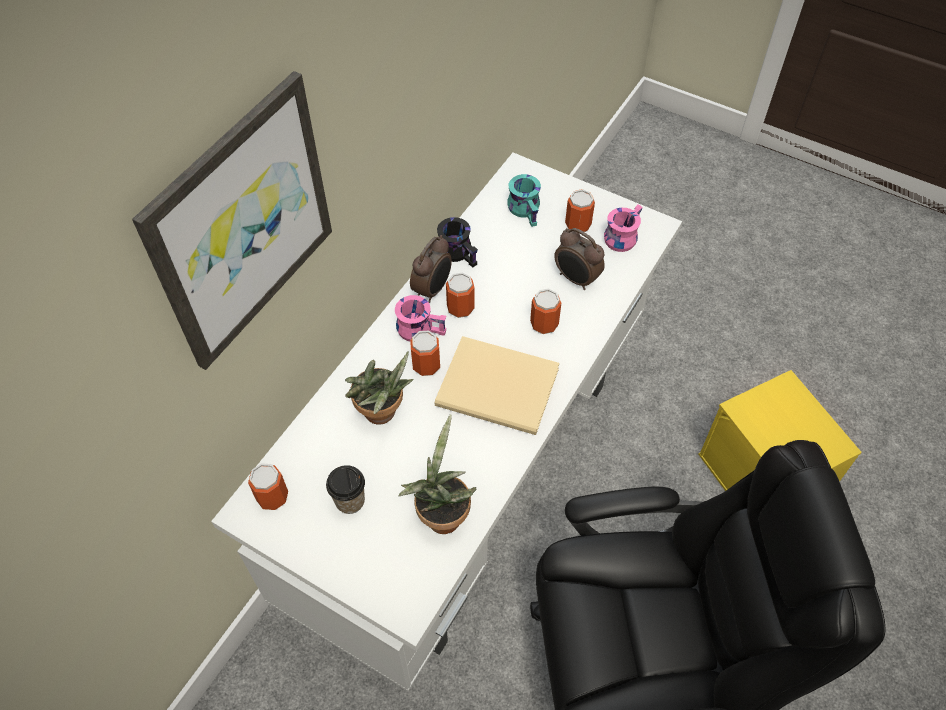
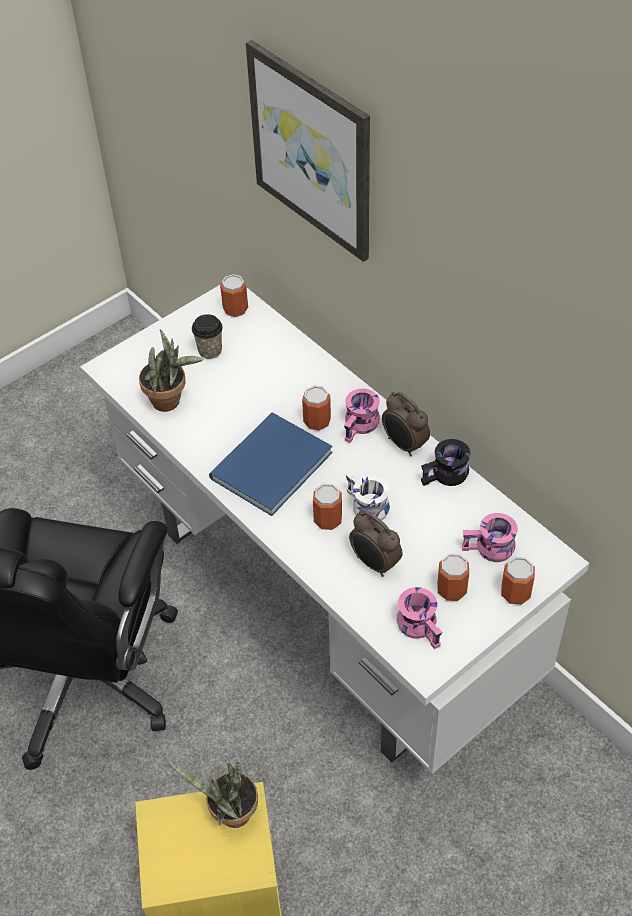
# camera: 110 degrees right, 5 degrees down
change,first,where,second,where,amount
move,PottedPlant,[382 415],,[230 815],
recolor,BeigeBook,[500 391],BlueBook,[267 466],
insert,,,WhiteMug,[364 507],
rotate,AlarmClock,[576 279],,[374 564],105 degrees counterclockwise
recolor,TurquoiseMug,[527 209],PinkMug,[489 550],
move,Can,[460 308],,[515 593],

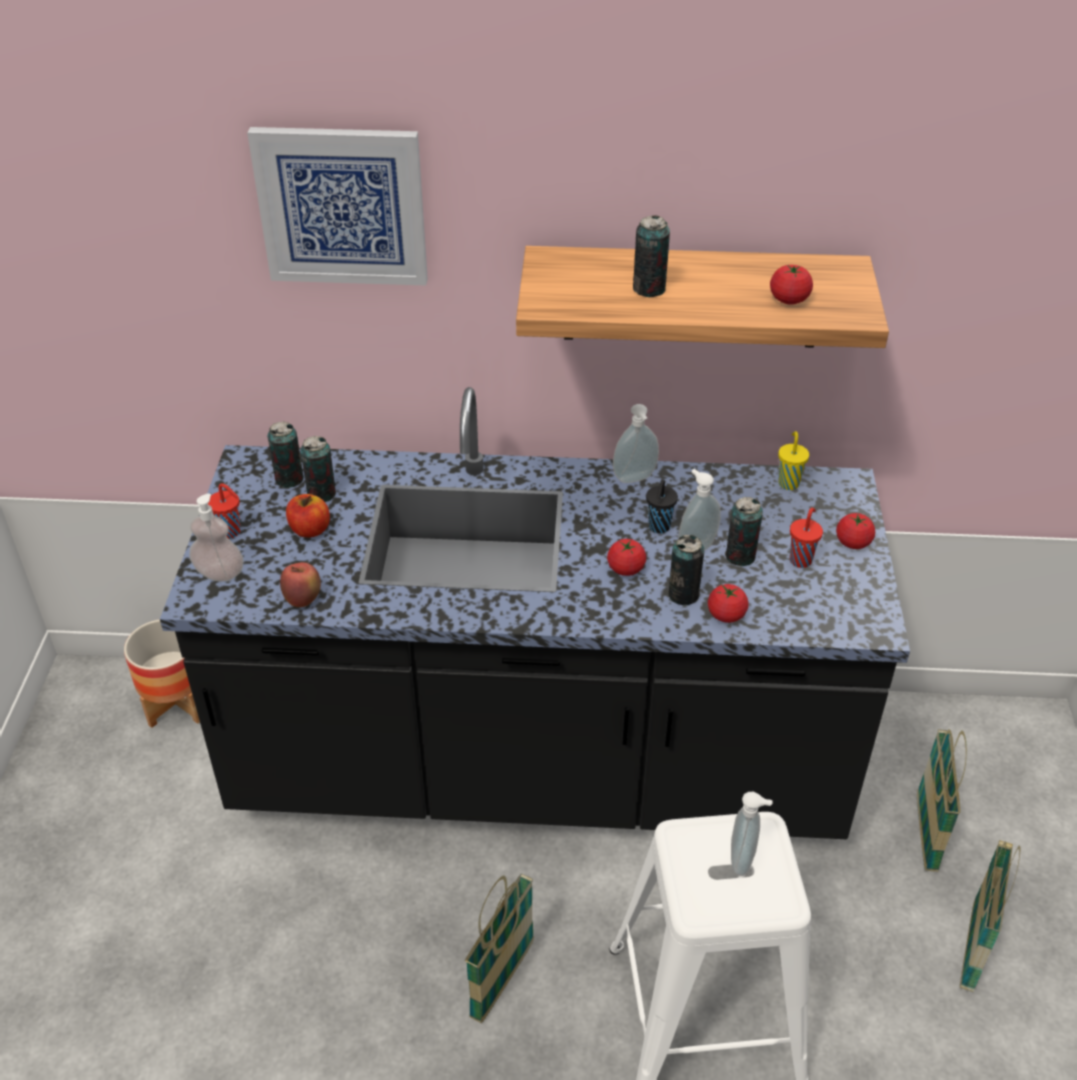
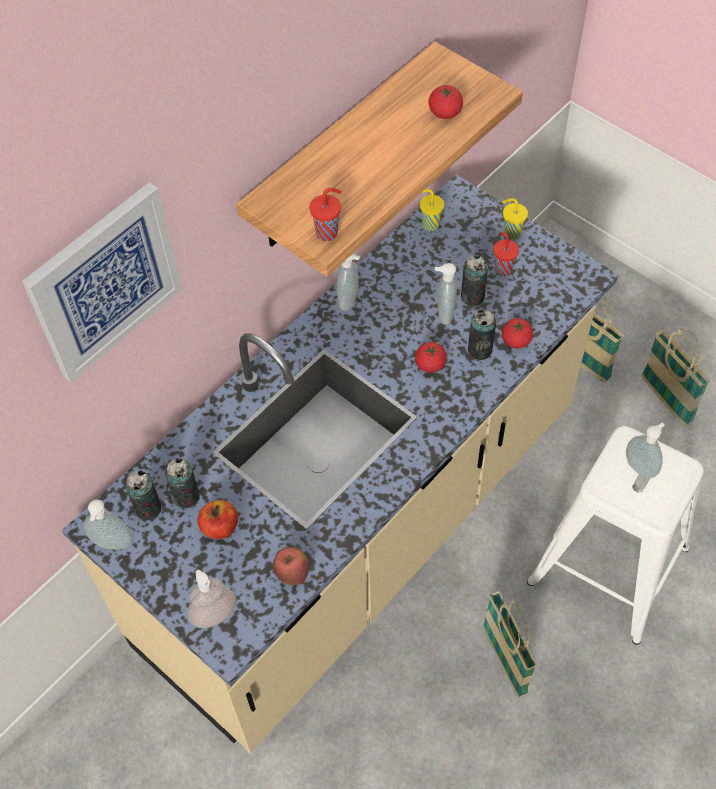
# camera: 50 degrees left, 15 degrees up
change,first,where,second,where,amount
recolor,BlackCounter,[538 768],BeigeCounter,[363 530],
insert,,,SoapDispenser,[112 545],
move,RedCup,[231 532],,[328 232],
replace,Tomato,[853 542],YellowCup,[511 233],
delete,Planter,[177 706],,,
delete,Can,[649 289],,,
delete,BlackCup,[658 527],,,

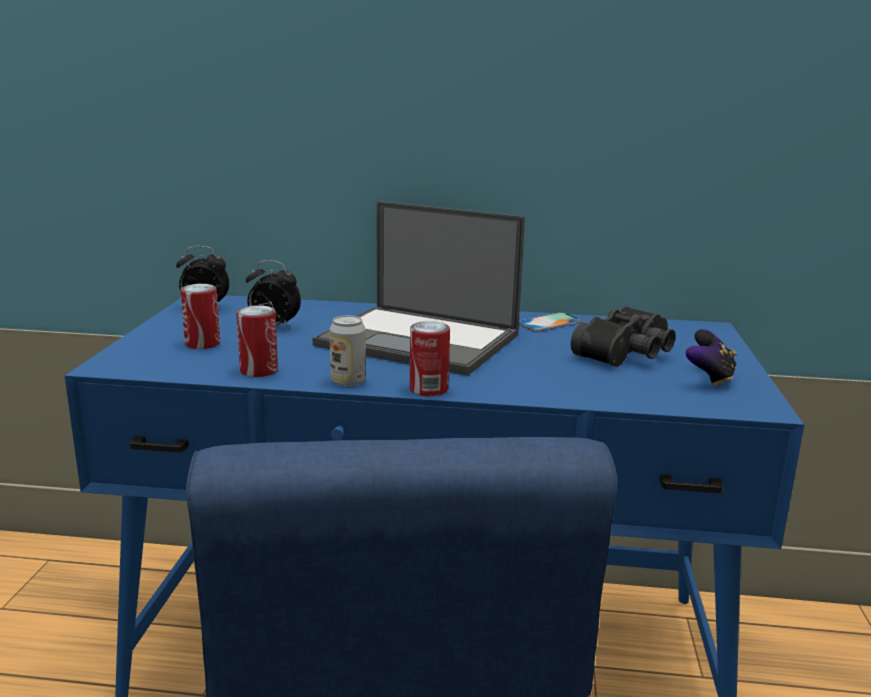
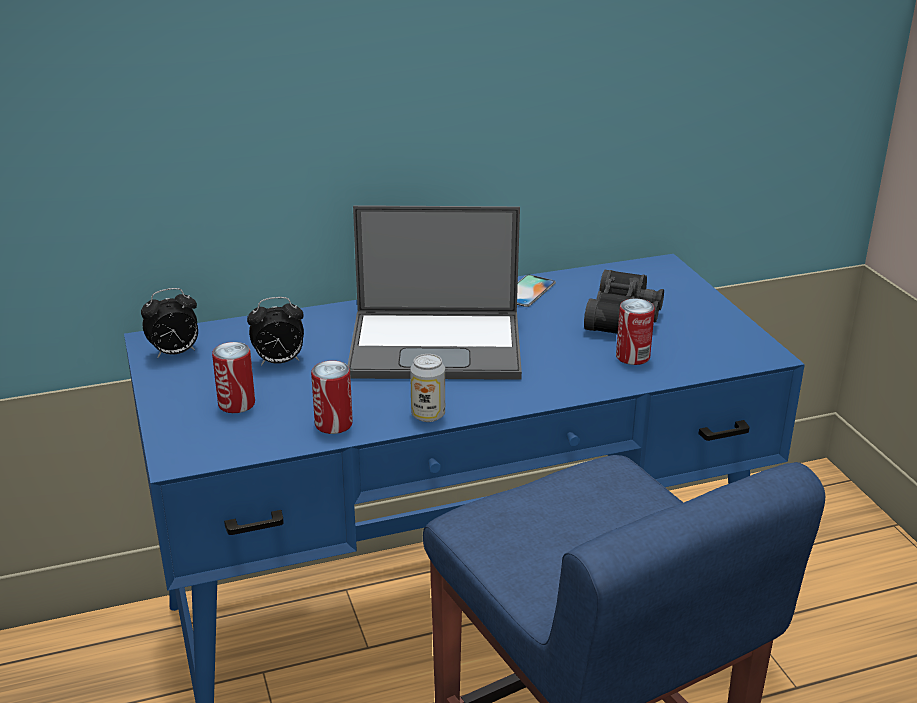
# camera: 25 degrees left, 10 degrees up
change,first,where,second,where,amount
move,Can,[428 389],,[632 357],
delete,GameController,[709 378],,,

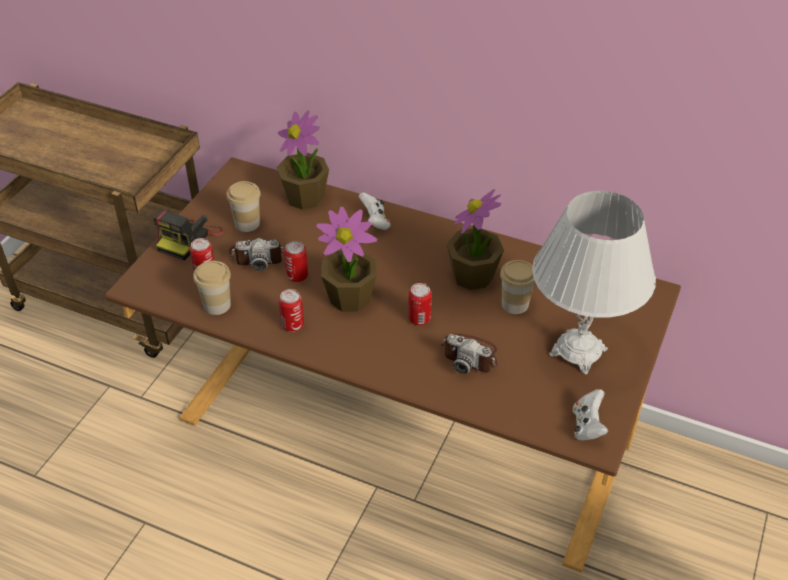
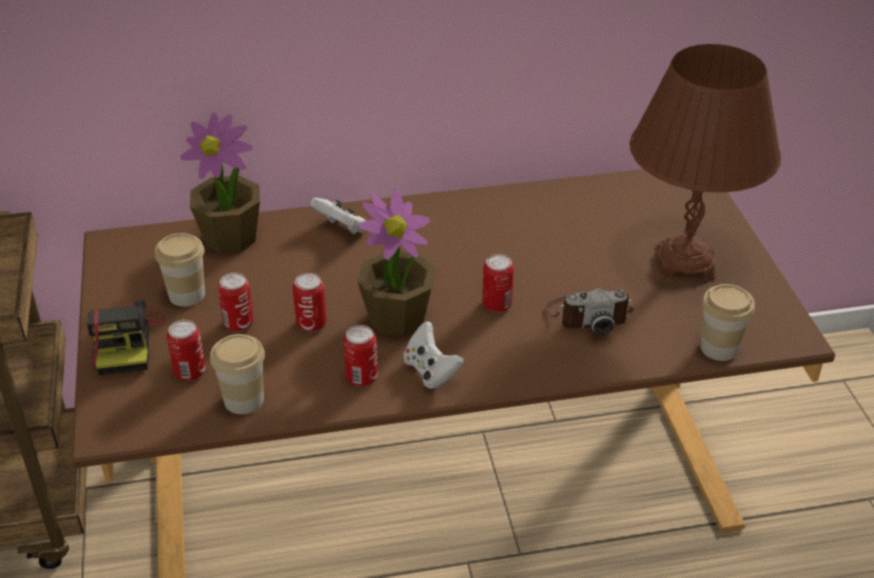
# camera: 35 degrees left, 5 degrees down
change,first,where,second,where,amount
replace,PhotoCamera,[258 256],Can,[238 323],
move,WhiteGameController,[587 426],,[430 371],
recolor,WhiteTableLamp,[578 352],BrownTableLamp,[685 262],
move,Cup,[515 304],,[719 348],
delete,PottedPlant,[473 276],,,

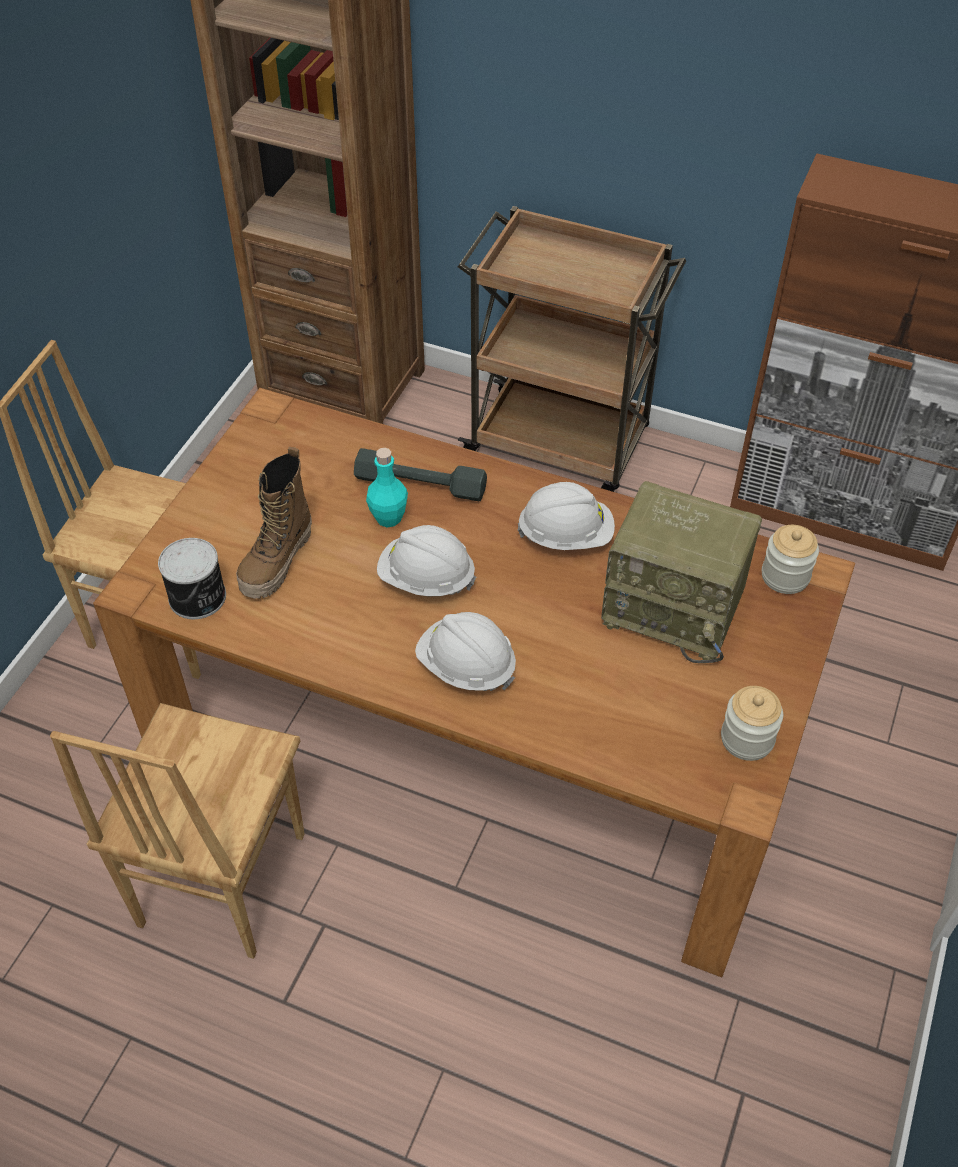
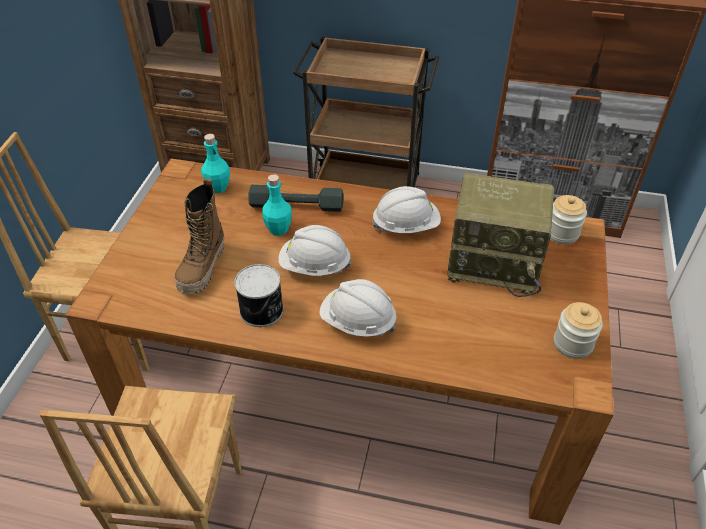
# camera: 10 degrees left, 5 degrees down
change,first,where,second,where,amount
insert,,,TurquoiseBottle,[218 187],
move,Can,[198 598],,[262 310],

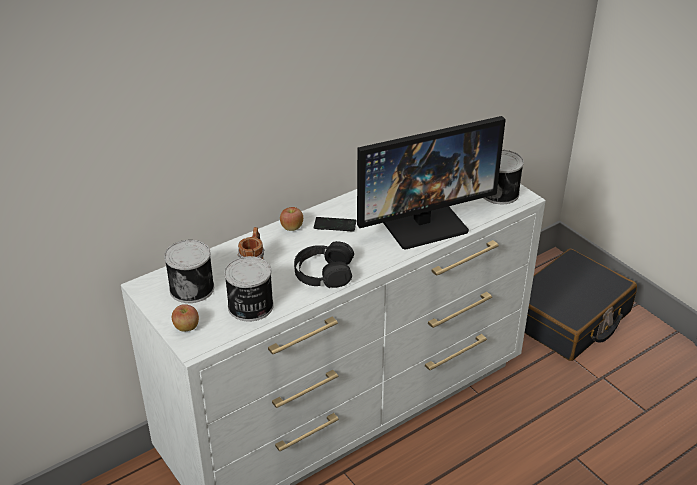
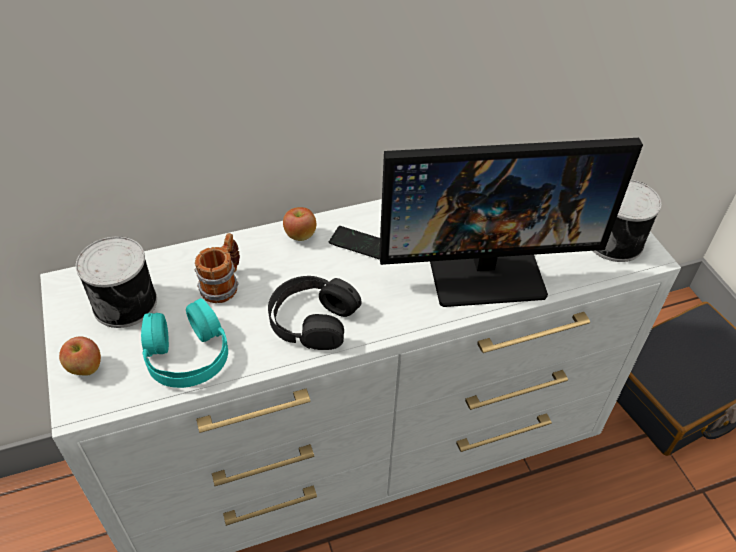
# camera: 15 degrees right, 10 degrees up
change,first,where,second,where,amount
replace,Can,[250 307],TurquoiseHeadphones,[187 354],

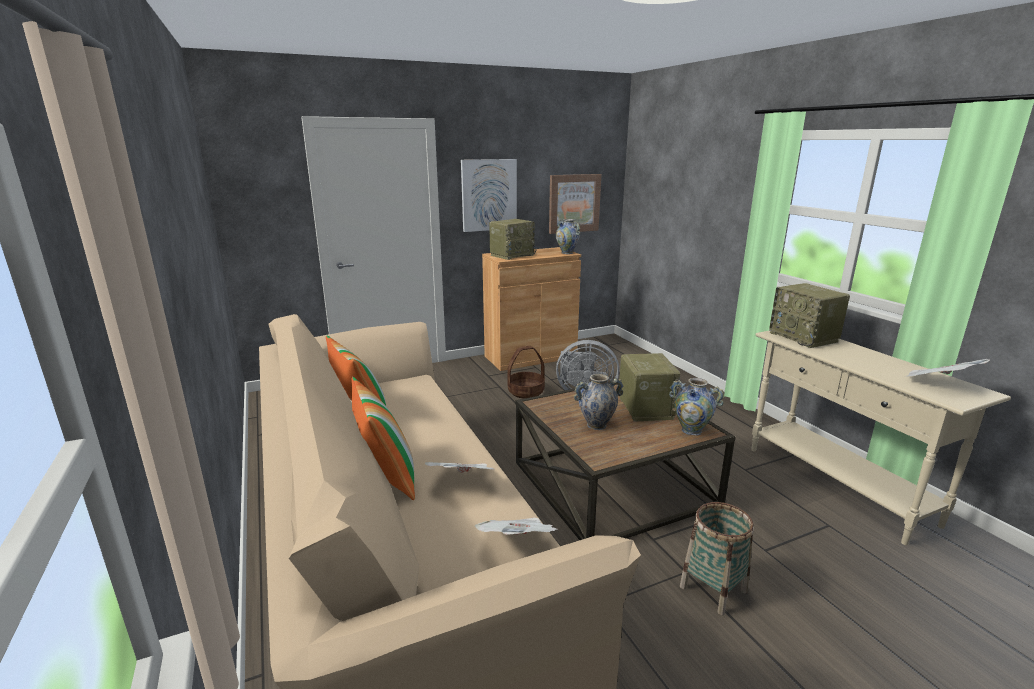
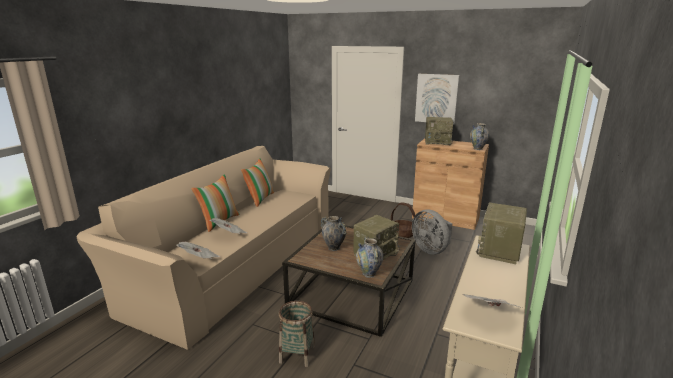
# camera: 50 degrees right, 0 degrees up
change,first,where,second,where,amount
delete,Picture,[574 203],,,

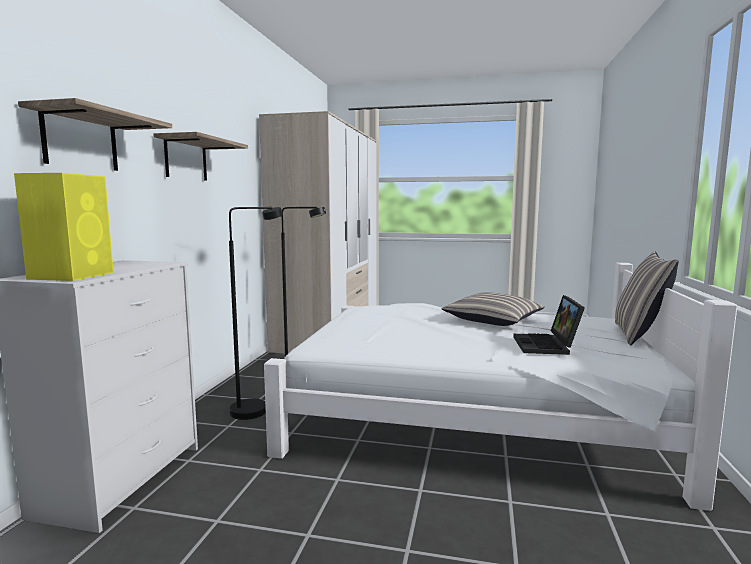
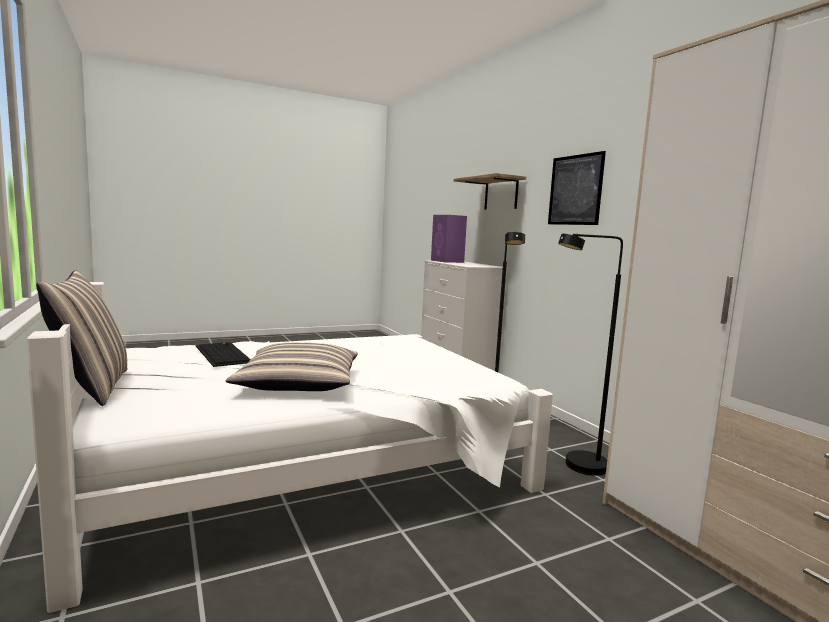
# camera: 140 degrees right, 0 degrees up
change,first,where,second,where,amount
replace,Laptop,[547 346],Keyboard,[222 354],
recolor,YellowSpeaker,[73 275],PurpleSpeaker,[447 261],
replace,Shelf,[186 159],Picture,[575 190],

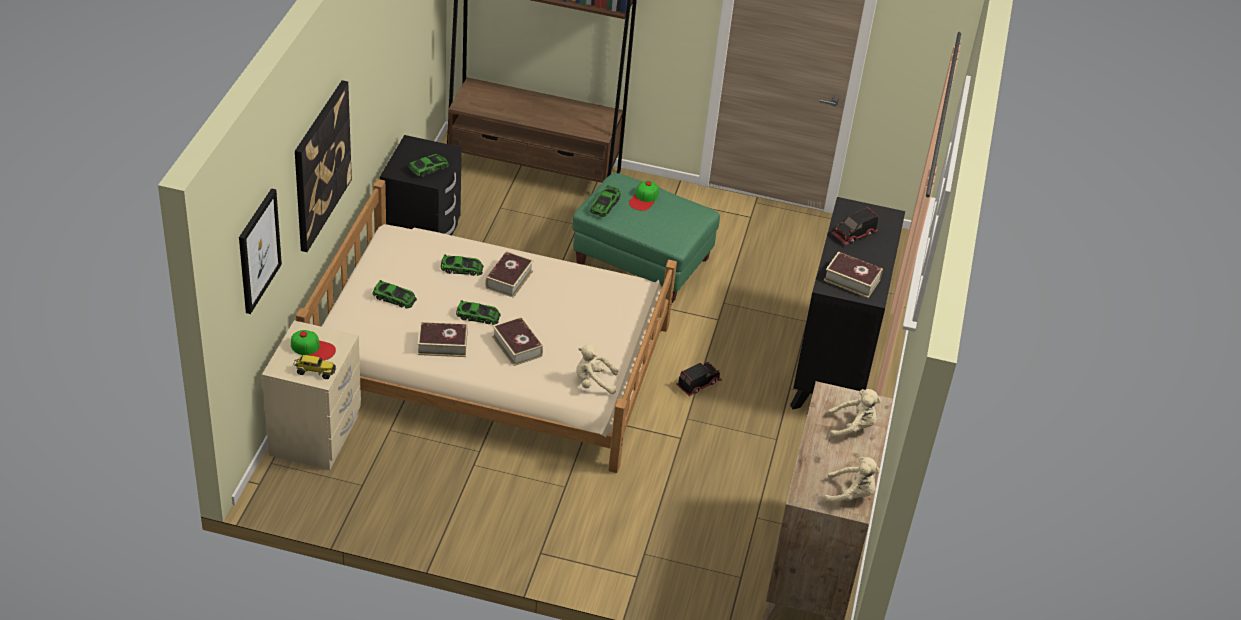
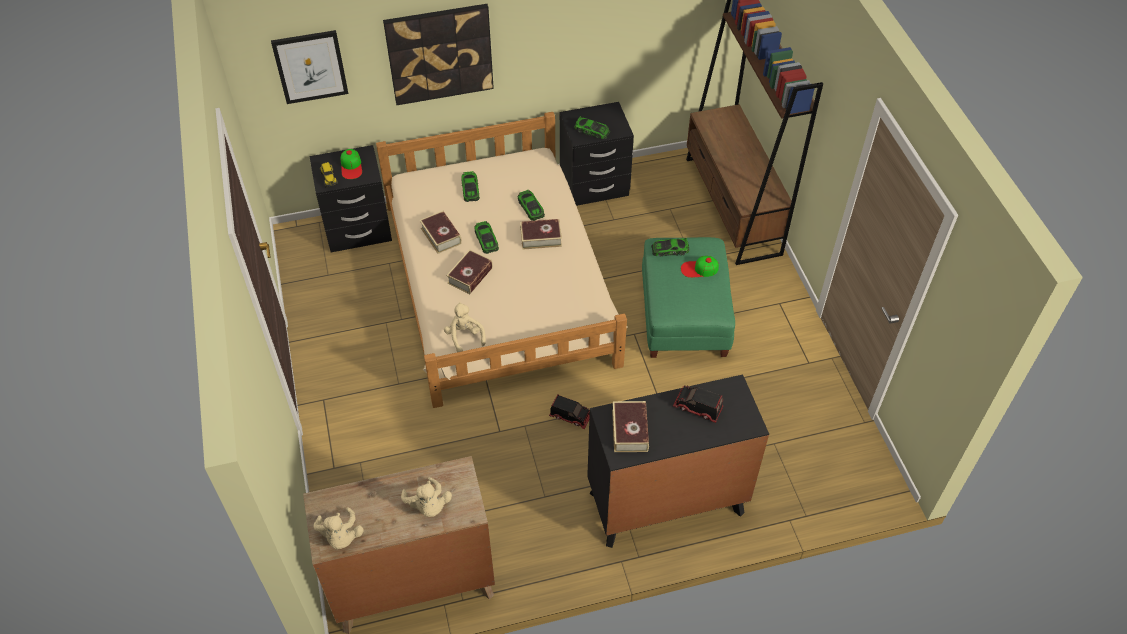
# camera: 65 degrees right, 10 degrees up
change,first,where,second,where,amount
recolor,BeigeNightstand,[316 435],BlackNightstand,[358 230],

